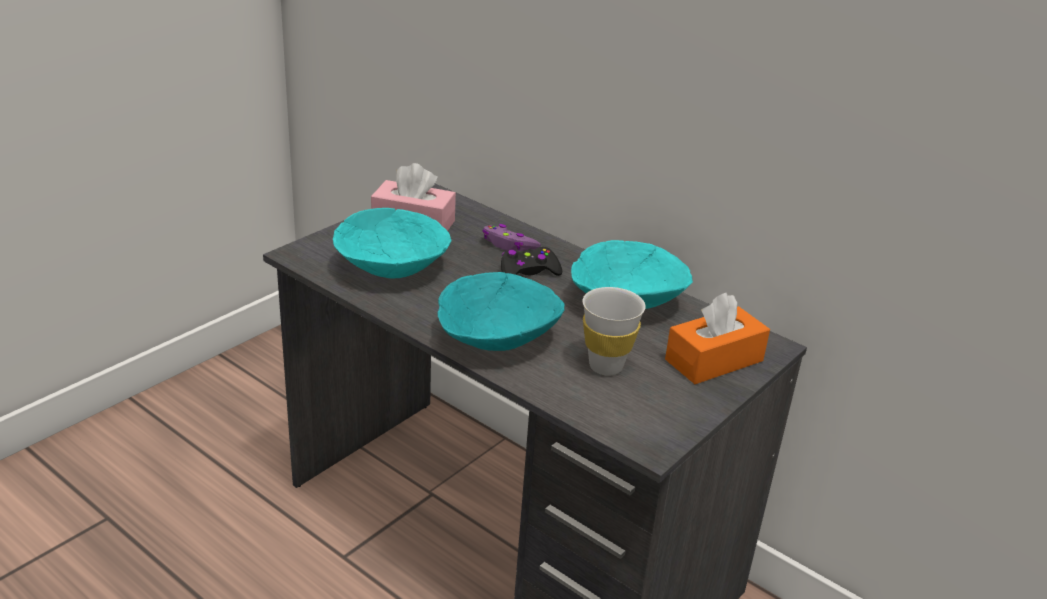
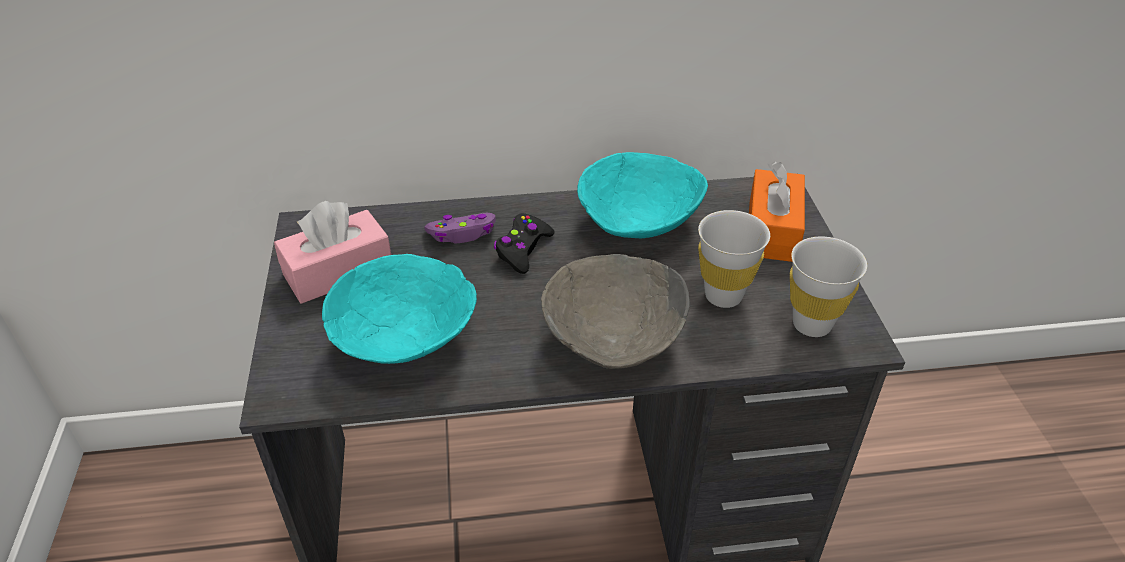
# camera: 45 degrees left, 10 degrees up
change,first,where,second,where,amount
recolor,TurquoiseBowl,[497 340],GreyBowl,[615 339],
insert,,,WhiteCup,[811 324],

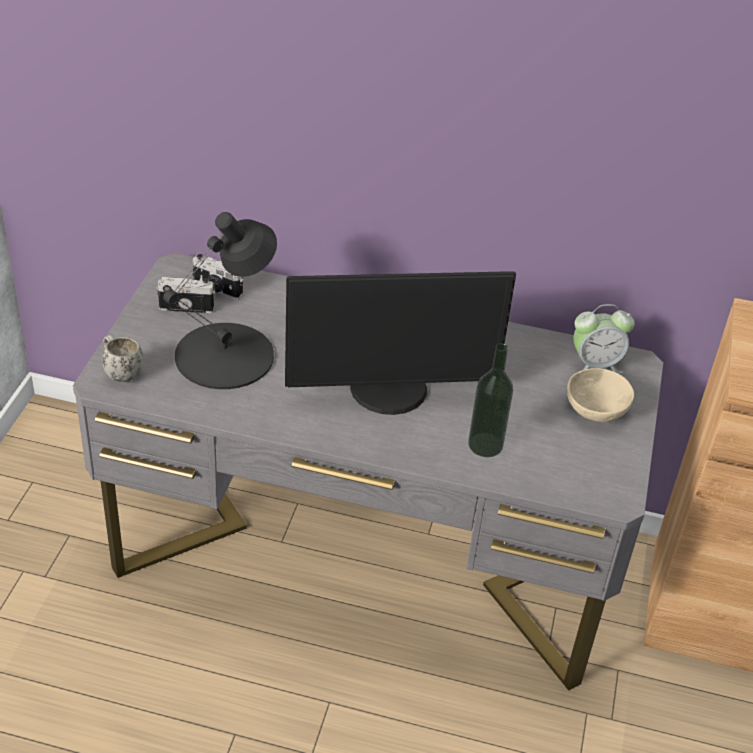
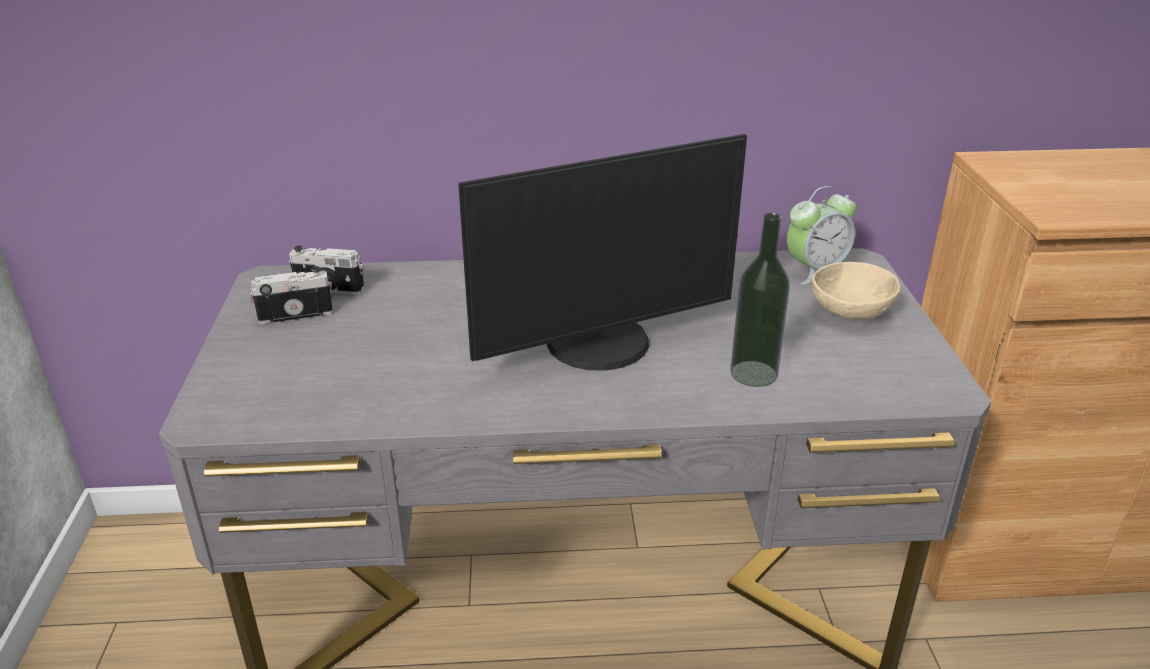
# camera: 15 degrees left, 10 degrees down
change,first,where,second,where,amount
delete,WhiteMug,[120 371],,,
delete,BlackTableLamp,[226 355],,,

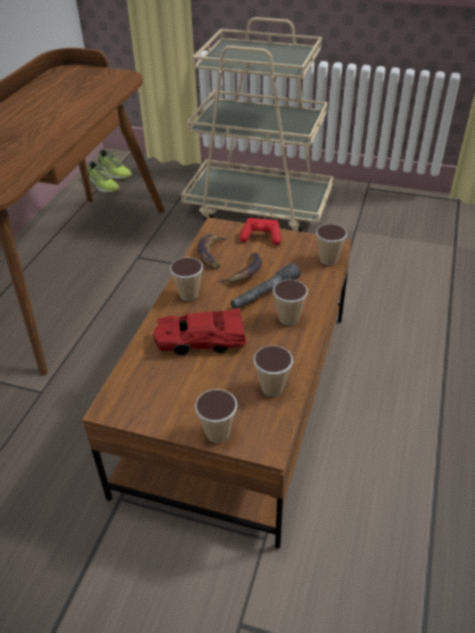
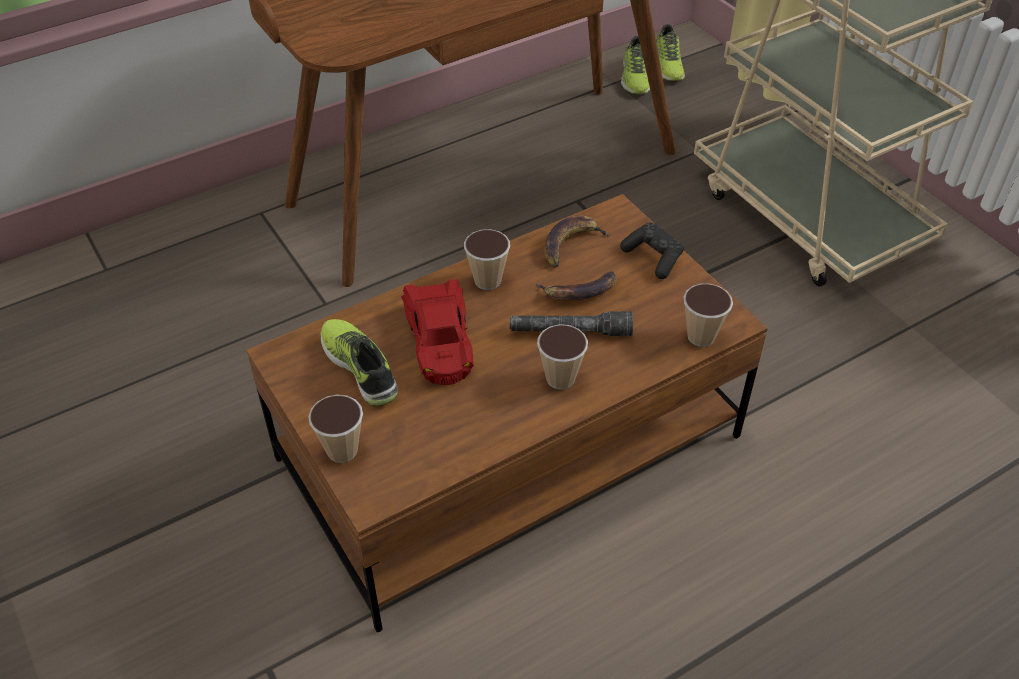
# camera: 40 degrees right, 5 degrees up
change,first,where,second,where,amount
insert,,,Shoe,[361 367],
rotate,RedToyCar,[201 340],,[439 341],135 degrees counterclockwise
recolor,RedGameController,[261 237],BlackGameController,[653 258],
delete,Cup,[272 387],,,

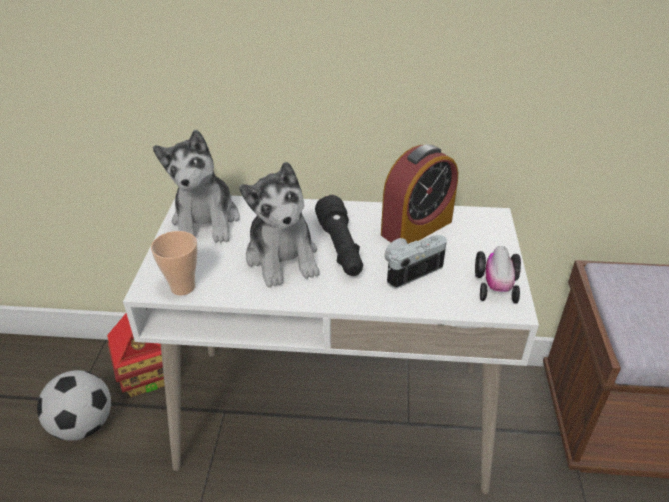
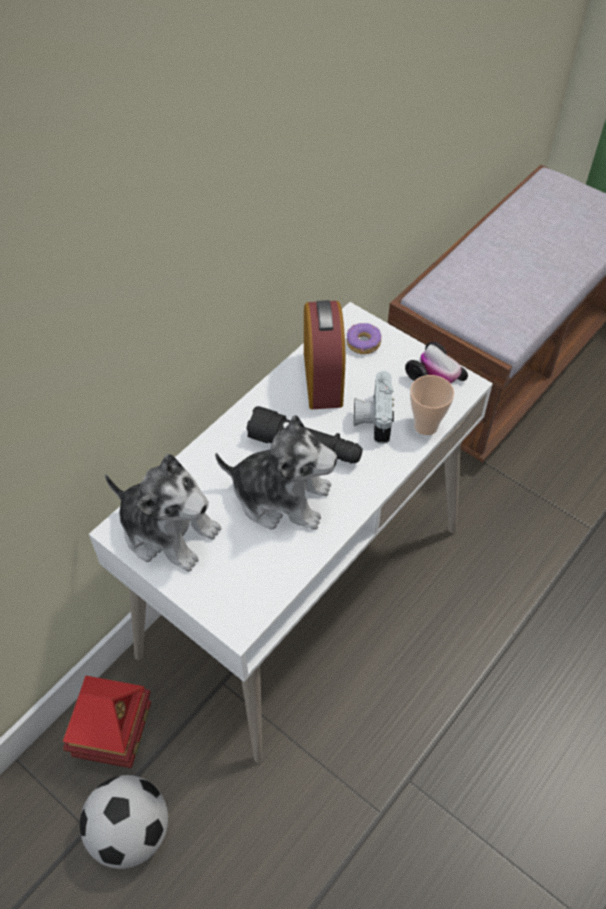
# camera: 55 degrees left, 15 degrees up
change,first,where,second,where,amount
insert,,,Donut,[363 343],
move,Cup,[182 287],,[426 426],

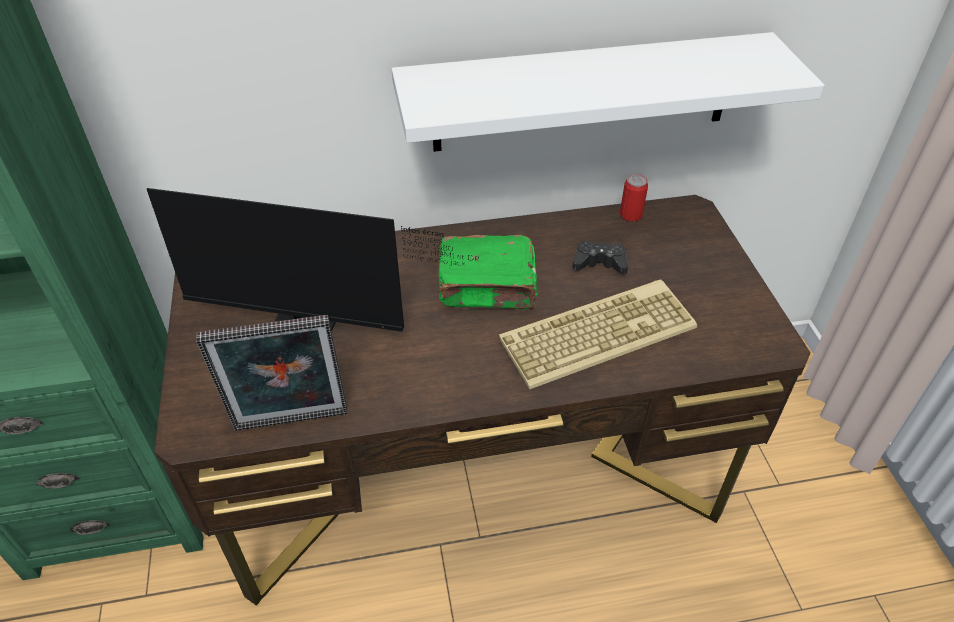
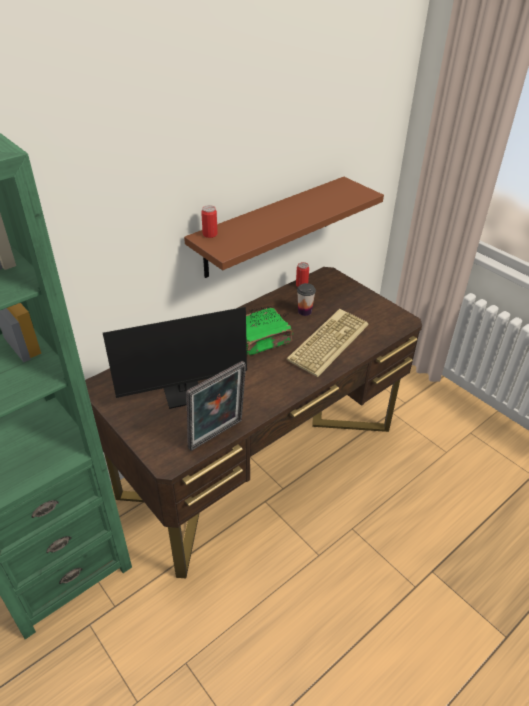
# camera: 30 degrees left, 5 degrees down
change,first,where,second,where,amount
recolor,WhiteShelf,[583 93],BrownShelf,[270 227],
insert,,,Can,[210 234],
replace,BlackGameController,[599 263],Cup,[304 311],

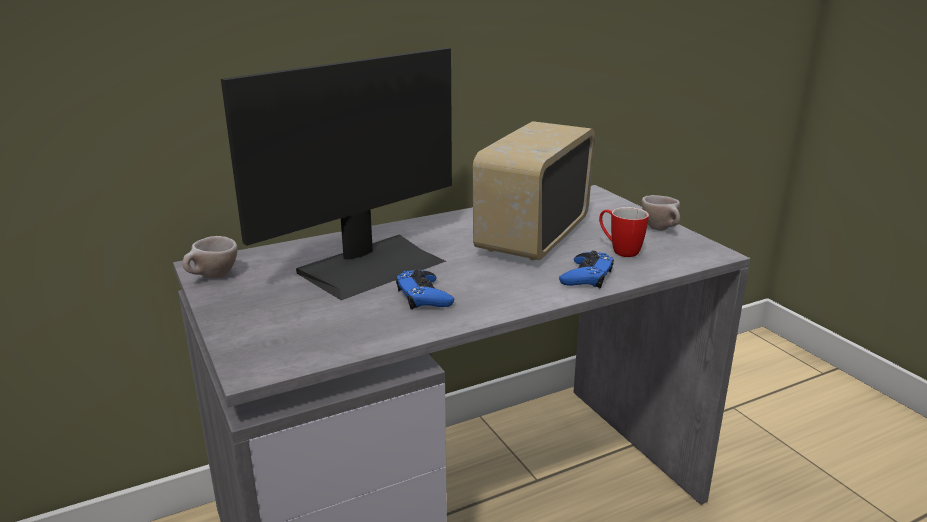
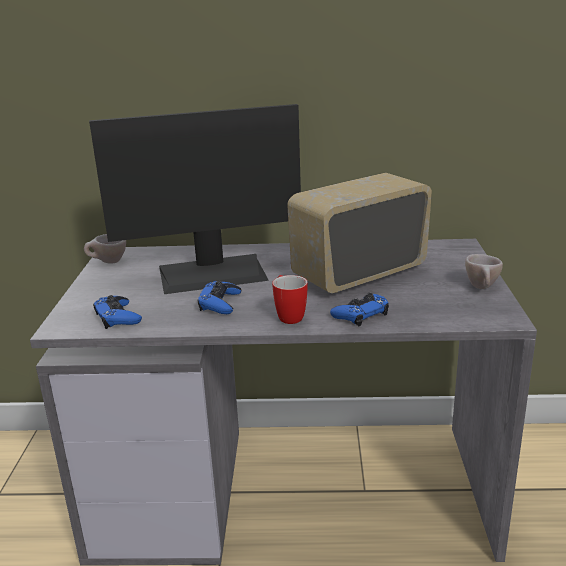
# camera: 30 degrees right, 0 degrees up
change,first,where,second,where,amount
insert,,,BlueGameController,[117 317],
move,Mug,[619 250],,[288 316],

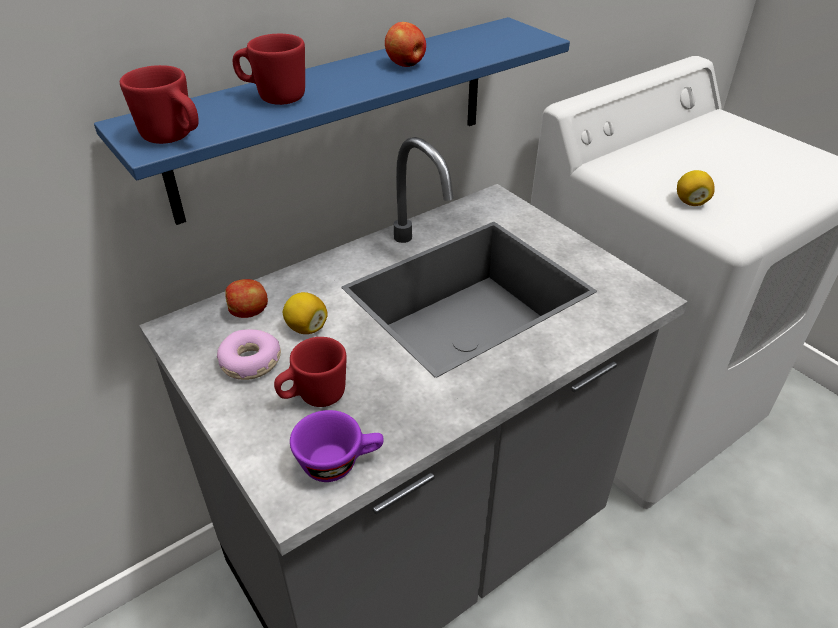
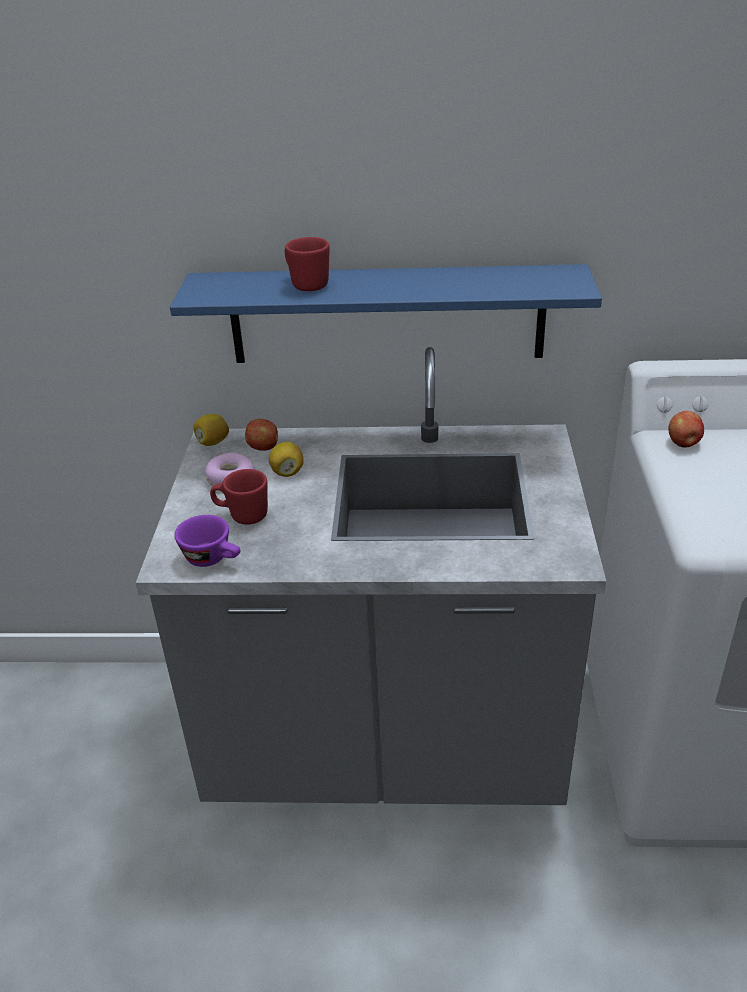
# camera: 40 degrees right, 5 degrees down
change,first,where,second,where,amount
move,Lemon,[690 202],,[213 442],
move,Apple,[406 65],,[683 444],
delete,RedMug,[174 138],,,

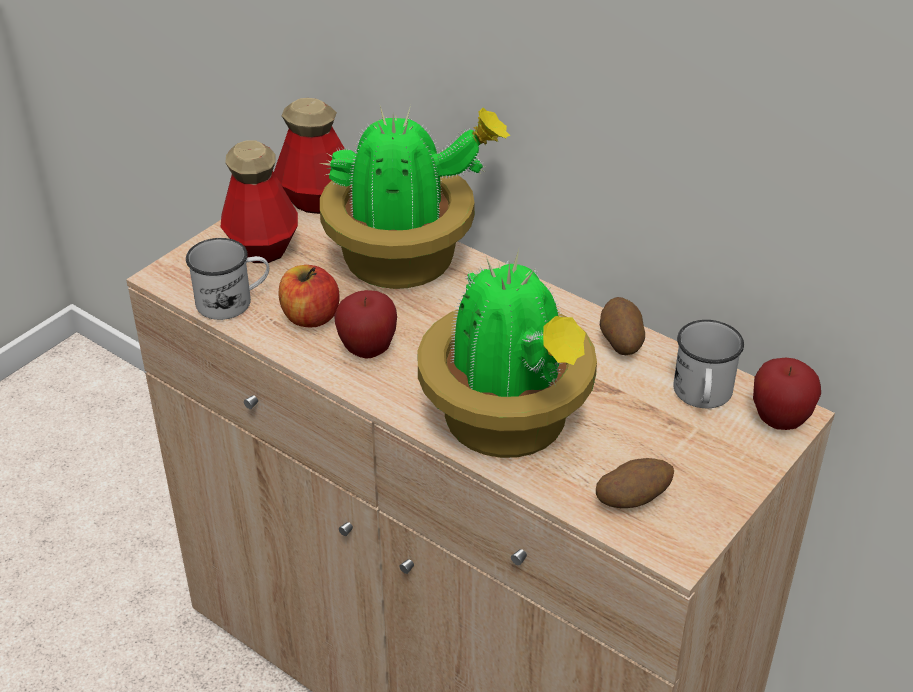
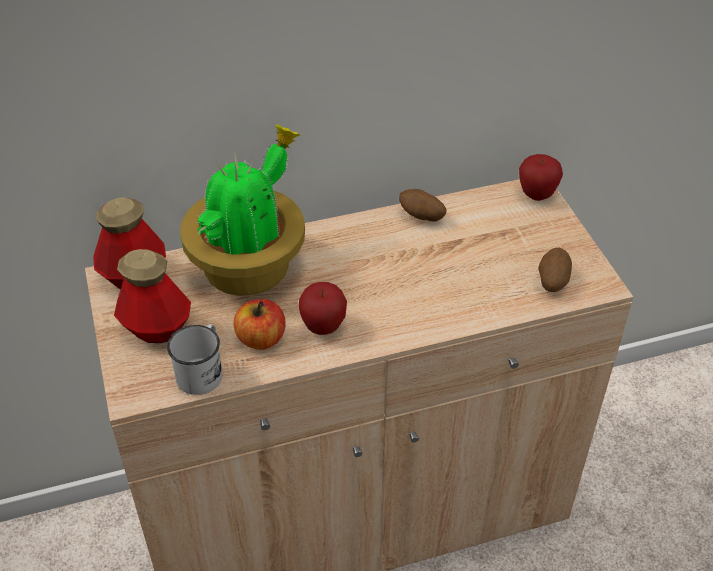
# camera: 55 degrees left, 5 degrees up
change,first,where,second,where,amount
delete,PottedPlant,[508 424],,,
delete,WhiteMug,[702 396],,,

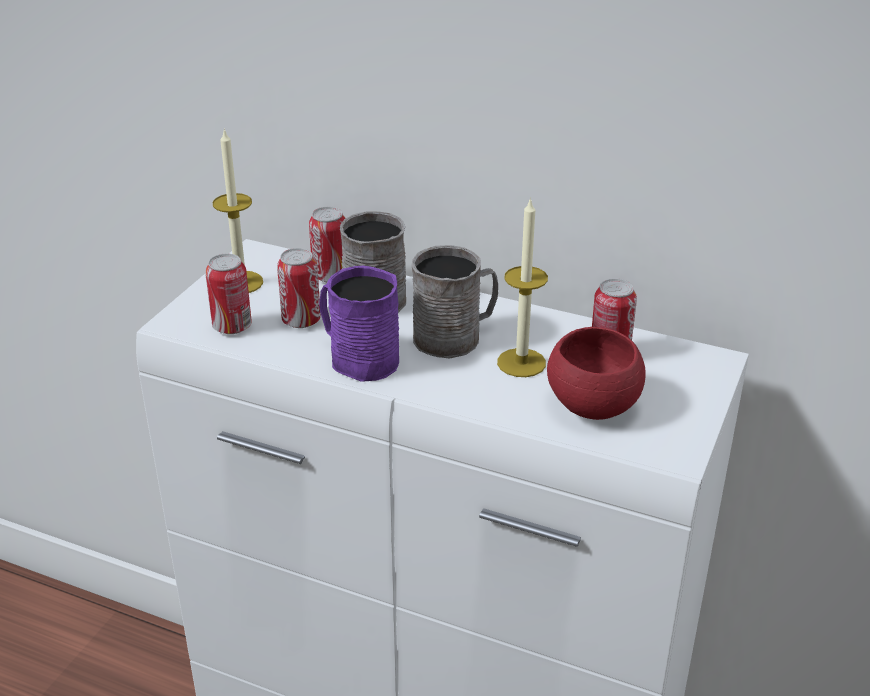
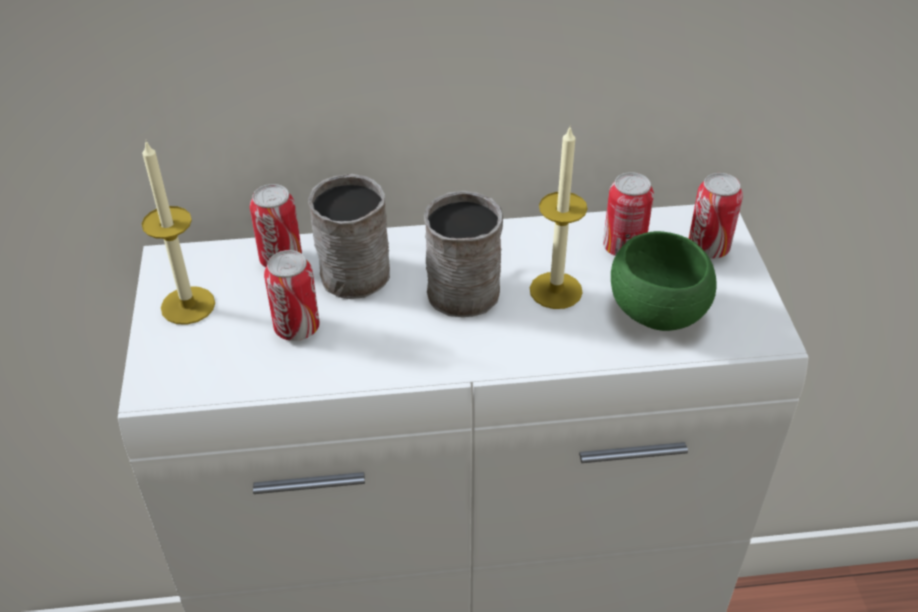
# camera: 30 degrees left, 10 degrees up
change,first,where,second,where,amount
recolor,RedBowl,[592 406],GreenBowl,[657 312],
move,Can,[232 326],,[708 248],
delete,PurpleMug,[357 358],,,

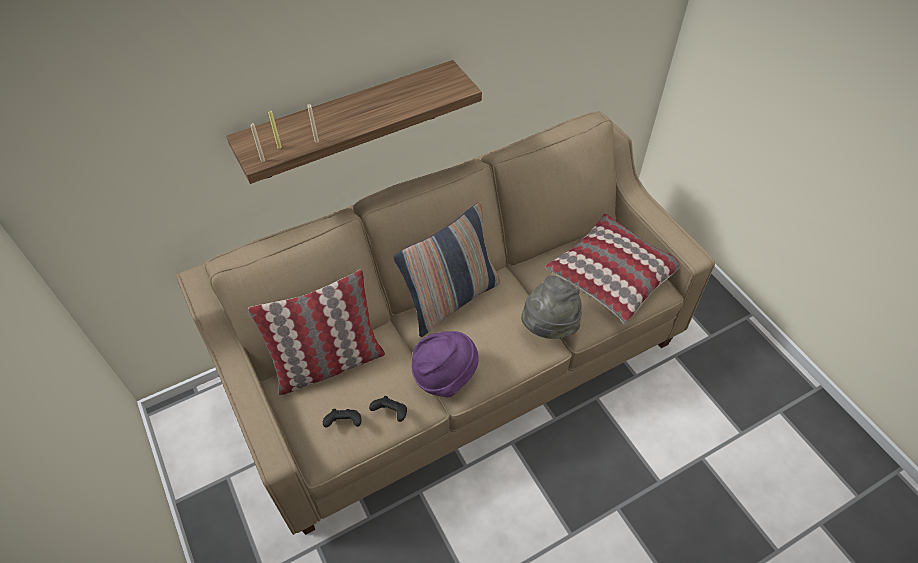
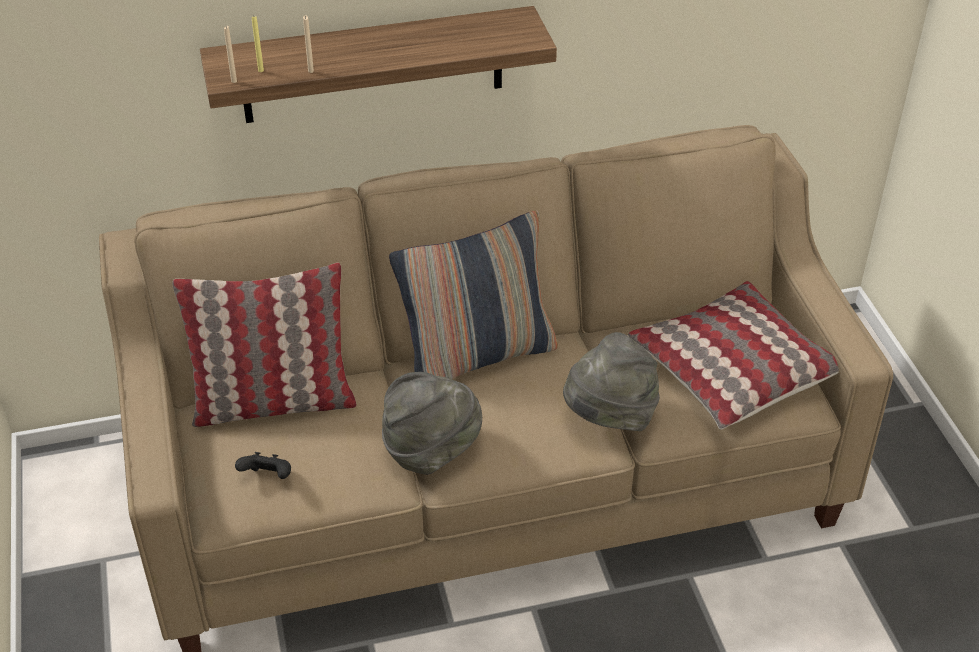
# camera: 15 degrees right, 10 degrees down
change,first,where,second,where,amount
recolor,PurpleHat,[444 376],GreyHat,[431 450],
delete,BlackGameController,[391 413],,,

